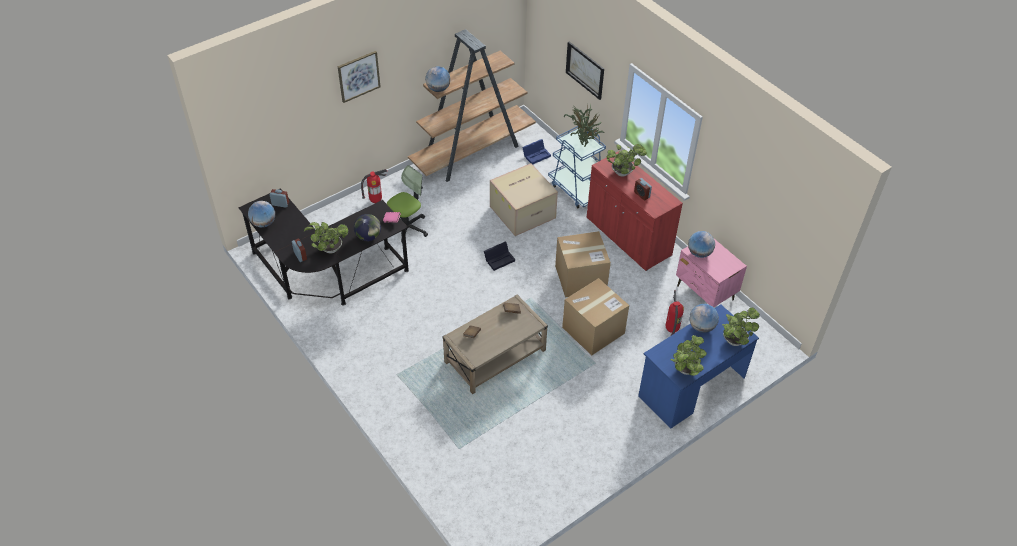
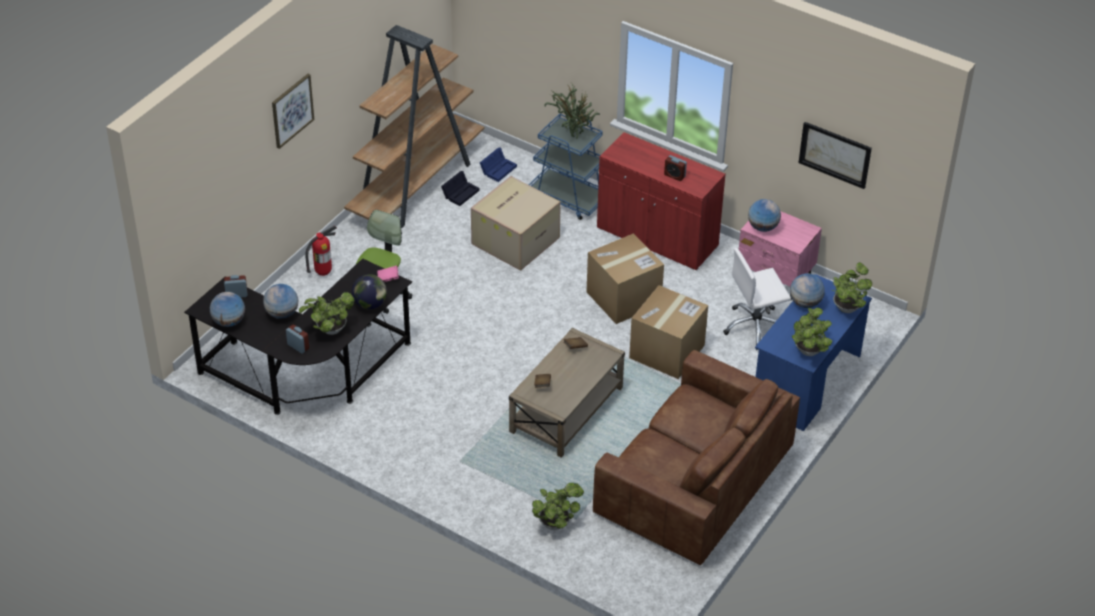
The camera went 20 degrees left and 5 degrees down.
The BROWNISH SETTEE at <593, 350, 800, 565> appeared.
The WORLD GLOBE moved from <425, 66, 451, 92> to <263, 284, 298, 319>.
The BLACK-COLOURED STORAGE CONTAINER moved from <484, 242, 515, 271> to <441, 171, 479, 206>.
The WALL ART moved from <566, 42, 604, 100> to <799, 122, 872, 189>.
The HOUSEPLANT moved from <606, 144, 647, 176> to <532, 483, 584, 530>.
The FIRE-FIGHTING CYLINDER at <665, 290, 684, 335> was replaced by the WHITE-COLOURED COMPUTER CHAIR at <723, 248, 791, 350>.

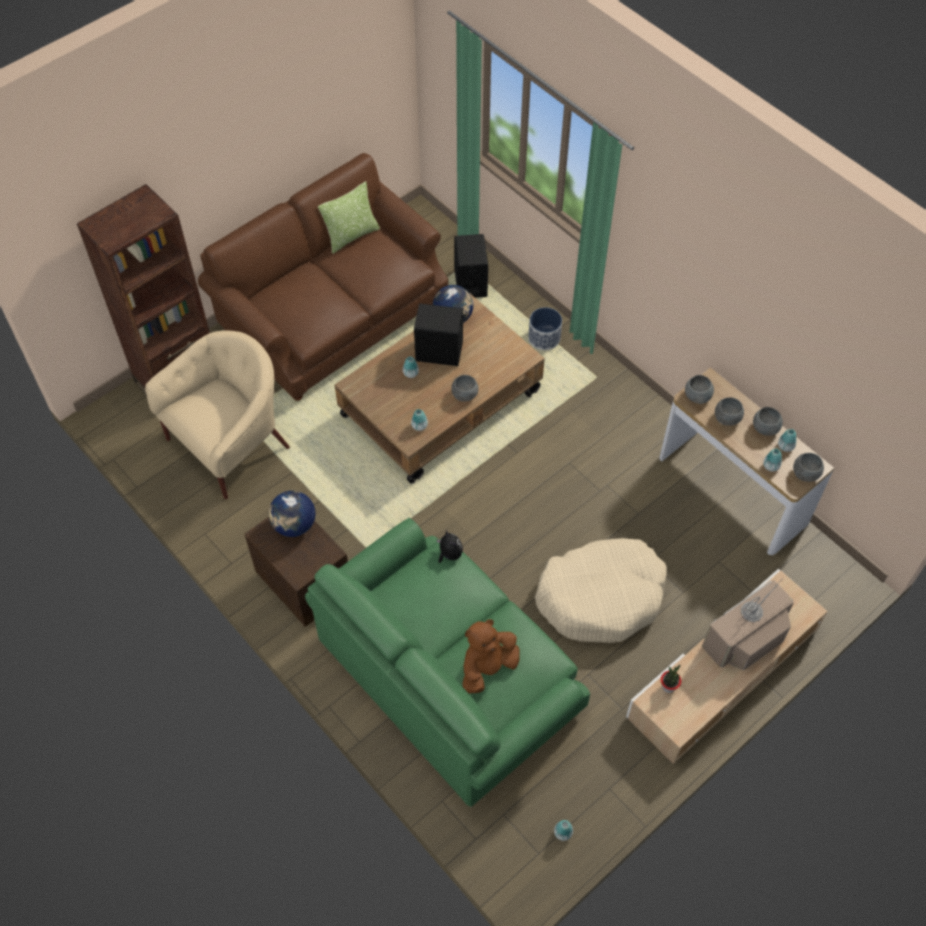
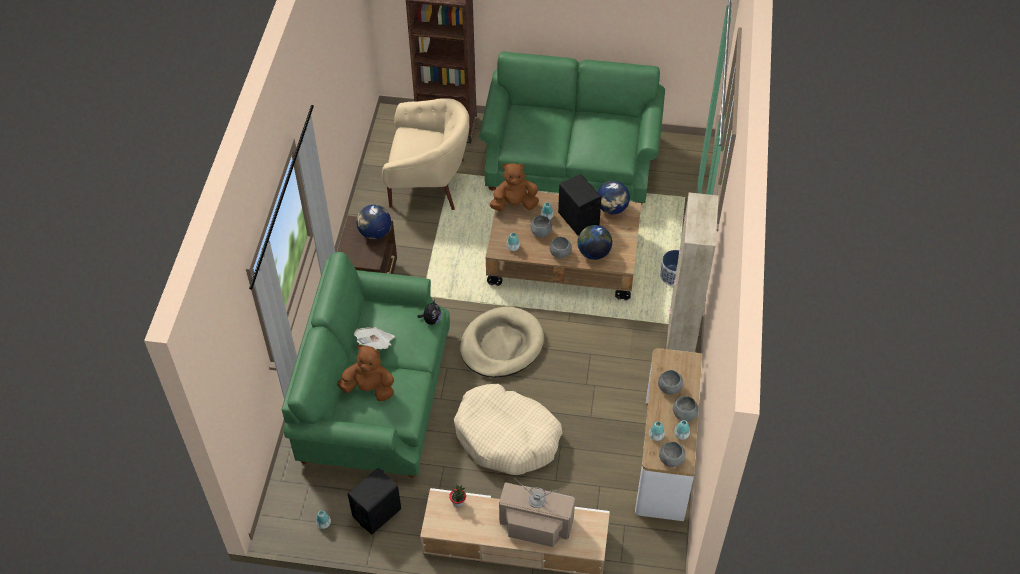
The camera went 50 degrees right and 5 degrees down.
The PILLOW at <318, 181, 380, 254> disappeared.
The DAILY PAPER at <354, 327, 395, 349> appeared.
The BEIGE DOG CUSHION at <460, 306, 544, 378> appeared.
The BROWNISH SOFT TOY at <490, 163, 539, 211> appeared.
The WORLD GLOBE at <578, 225, 612, 260> appeared.
The BEIGE CUPBOARD at <666, 192, 719, 352> appeared.
The BLACK-COLOURED AUDIO SPEAKER moved from <454, 234, 488, 298> to <347, 468, 401, 535>.
The GREY BOWL moved from <685, 375, 714, 404> to <530, 215, 552, 238>.
The BROWNISH SETTEE at <198, 153, 448, 401> became the GREEN SETTEE at <480, 51, 665, 205>.

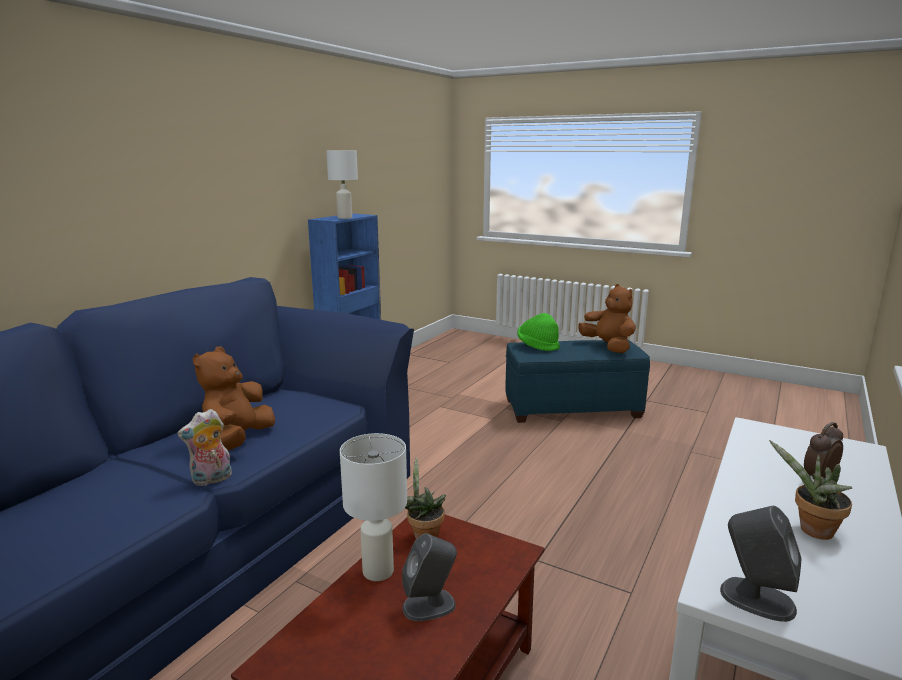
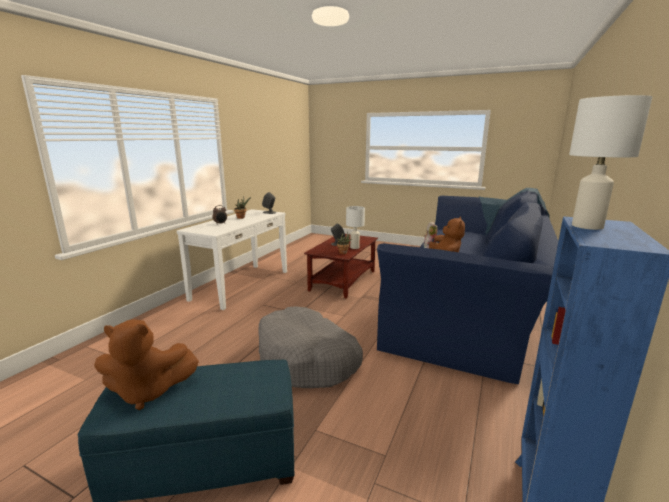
The camera went 175 degrees right and 0 degrees up.
The GREEN HAT at <517, 313, 560, 351> disappeared.
The GREY DOG CUSHION at <259, 306, 363, 388> appeared.
The BROWNISH SOFT TOY at <578, 284, 636, 353> turned 60 degrees counterclockwise.

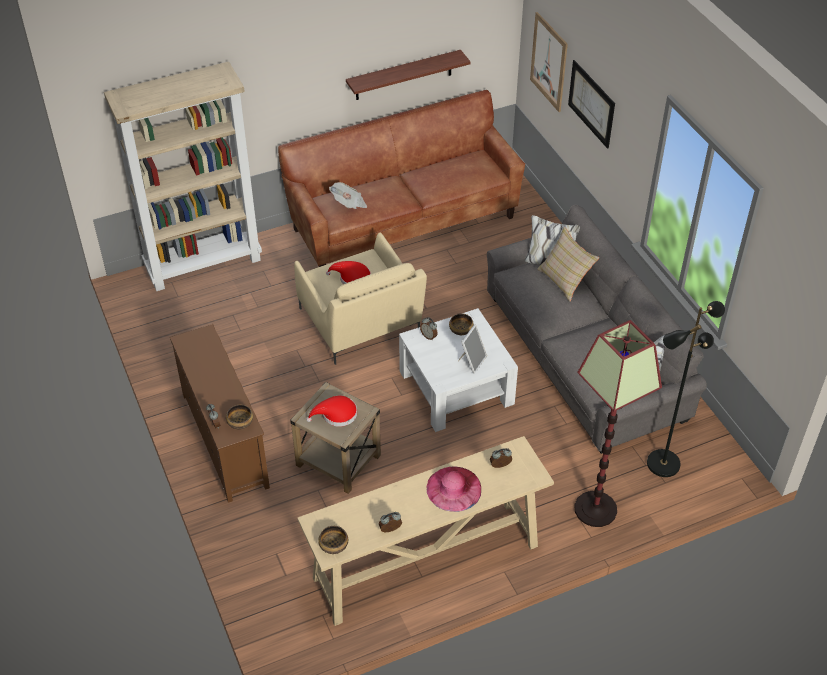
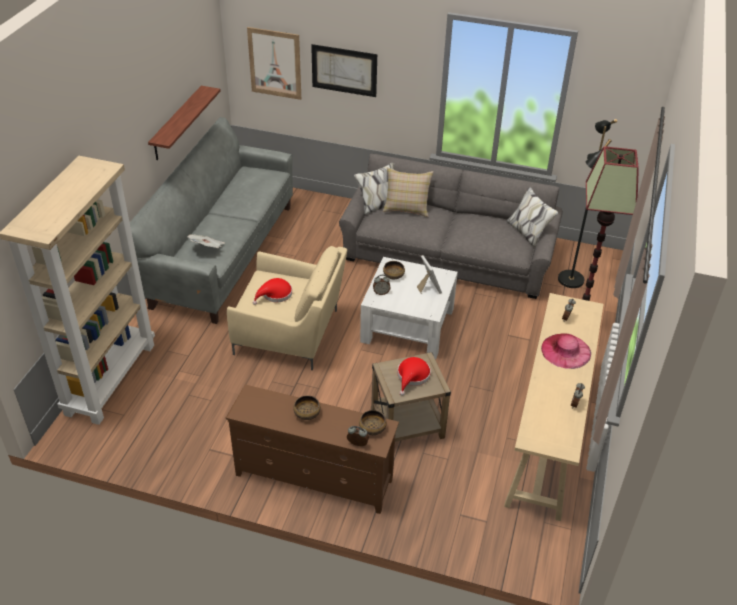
The camera went 50 degrees left and 5 degrees down.
The BOWL moved from <318, 526, 348, 554> to <293, 395, 321, 420>.
The BROWNISH SETTEE at <278, 90, 525, 267> became the GREY SETTEE at <130, 117, 293, 324>.

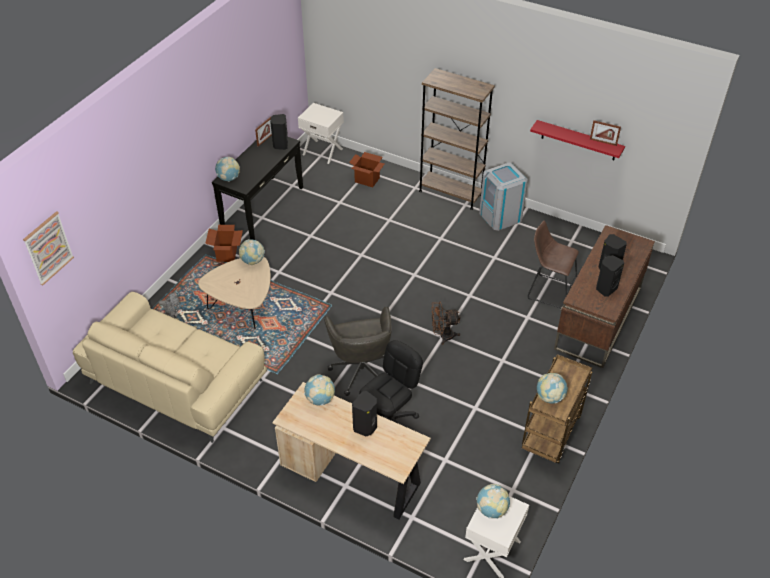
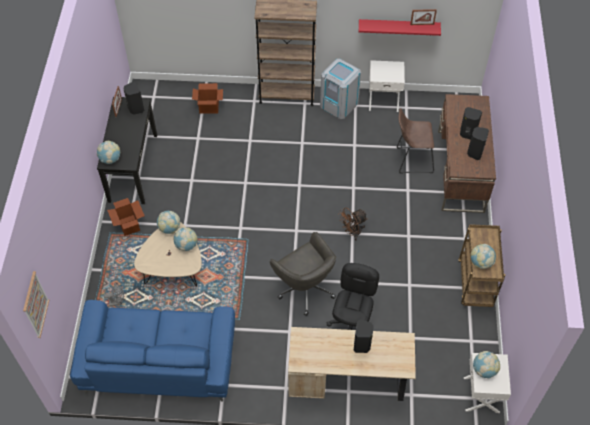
The camera went 25 degrees left and 10 degrees up.
The WHITE-COLOURED NIGHTSTAND moved from <298, 103, 344, 164> to <369, 60, 405, 112>.
The WORLD GLOBE moved from <304, 374, 335, 406> to <174, 228, 198, 251>.
The BEIGE SETTEE at <73, 292, 267, 443> became the BLUISH SETTEE at <70, 300, 235, 402>.

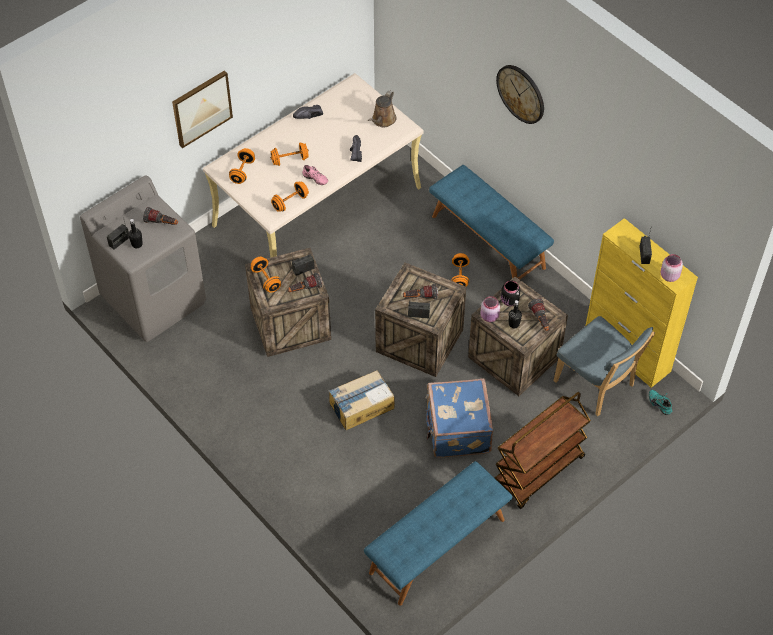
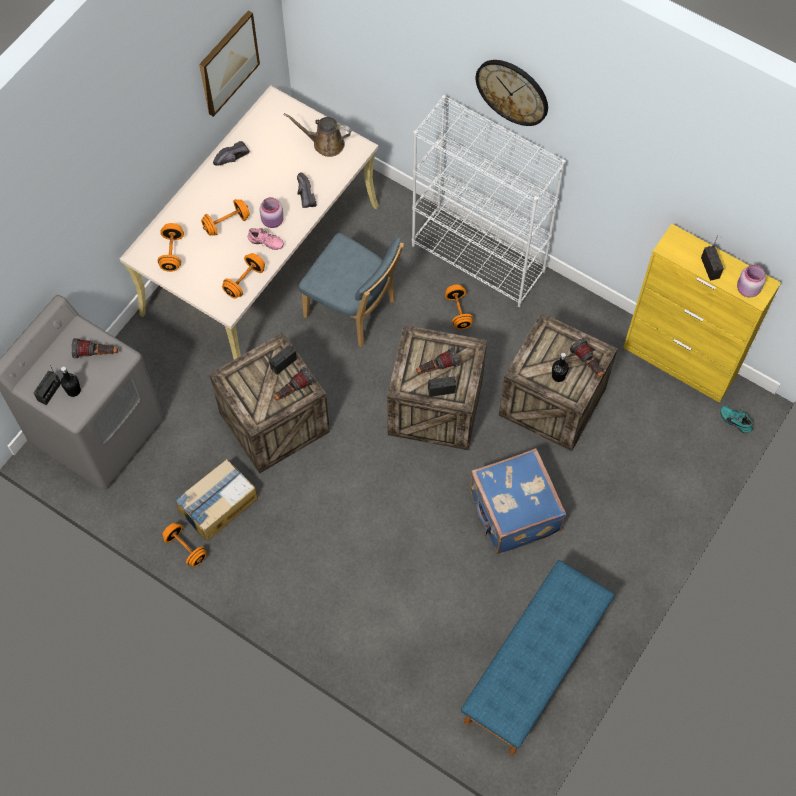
The camera went 15 degrees left and 10 degrees up.
The BROWNISH WHEELED CART at <495, 392, 591, 509> disappeared.
The BLACK-COLOURED JAR at <501, 281, 520, 306> disappeared.
The WALL ART moved from <172, 70, 233, 148> to <199, 10, 260, 117>.
The ORANGE-COLOURED HAND WEIGHT moved from <251, 257, 281, 293> to <162, 523, 207, 567>.
The CARTON moved from <329, 370, 395, 430> to <175, 459, 258, 541>.
The PINKISH JAR moved from <481, 296, 500, 322> to <260, 197, 284, 228>.
The BLUISH UPRIGHT CHAIR moved from <554, 316, 655, 416> to <299, 233, 404, 347>.
The BLUISH INDOOR BENCH at <429, 165, 554, 280> was replaced by the WHITE-COLOURED SHELVING UNIT at <412, 95, 565, 307>.
The BROWNISH WATERING POT at <368, 90, 397, 127> turned 90 degrees clockwise.

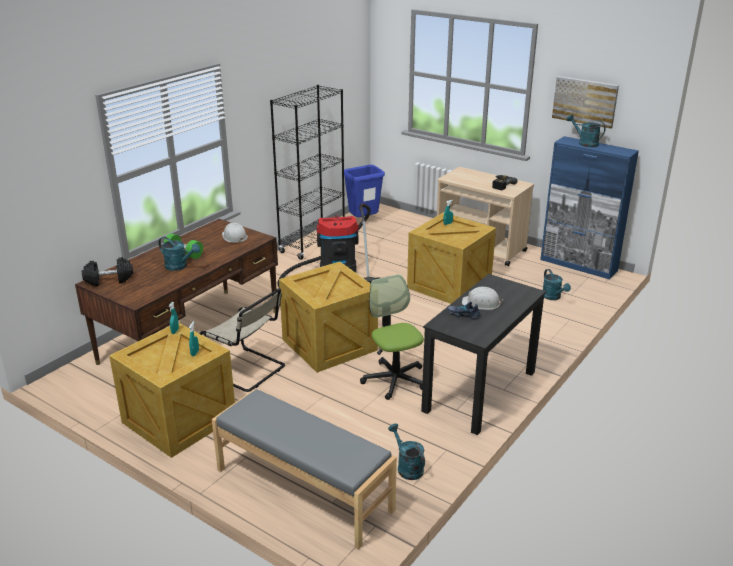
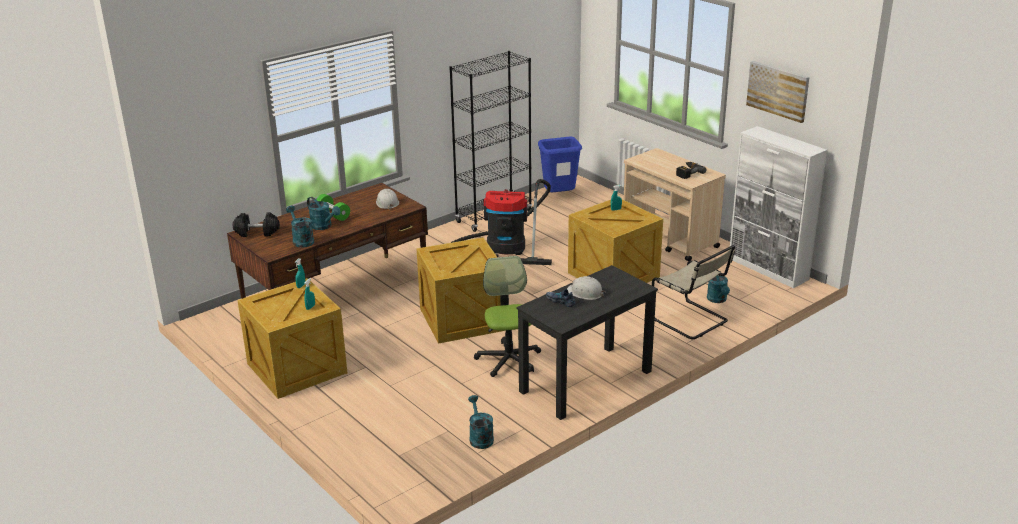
The camera went 15 degrees right and 0 degrees up.
The GREY INDOOR BENCH at <212, 389, 397, 549> disappeared.
The BEIGE UPRIGHT CHAIR moved from <200, 288, 285, 392> to <652, 245, 735, 339>.
The BLUE-GREEN WATERING POT moved from <567, 114, 606, 147> to <286, 206, 314, 248>.
The BLUISH CUPBOARD at <540, 136, 639, 279> became the WHITE-COLOURED CUPBOARD at <730, 126, 827, 288>.

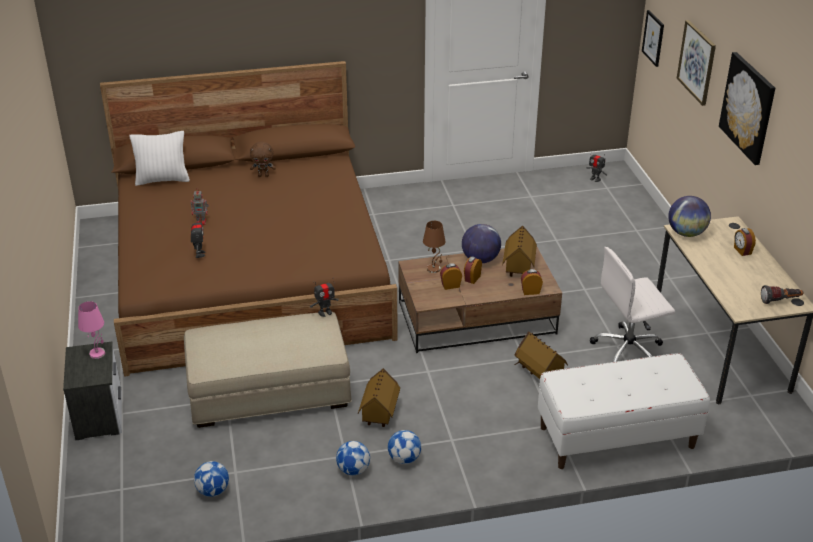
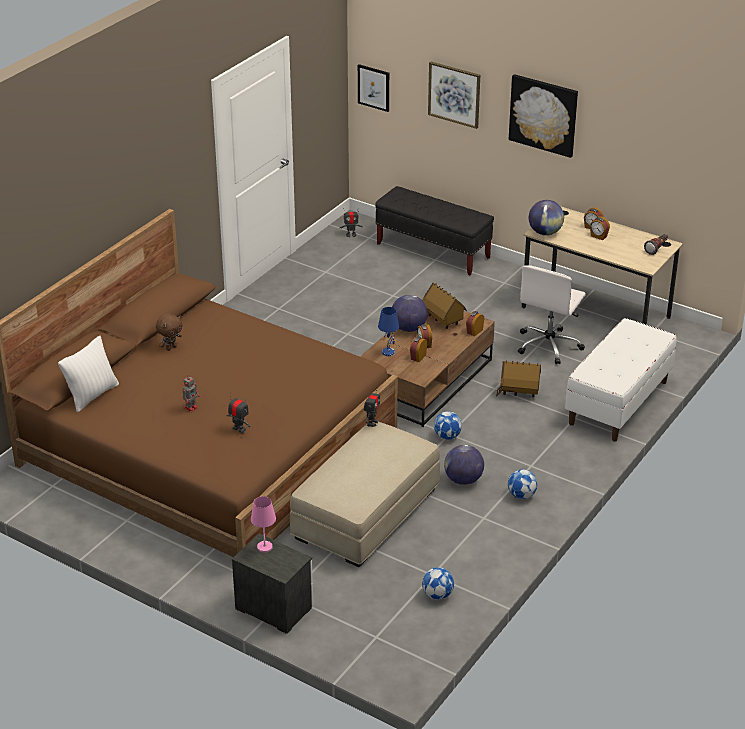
The camera went 45 degrees left and 0 degrees up.
The BLACK-COLOURED INDOOR BENCH at <375, 186, 494, 275> appeared.
The BEDSIDE CLOCK at <590, 217, 610, 240> appeared.
The BALL FOR FOOTBALL moved from <336, 441, 370, 475> to <434, 411, 462, 440>.
The MINIATURE HOUSE at <358, 368, 400, 427> was replaced by the WORLD GLOBE at <444, 445, 484, 485>.
The BROWNISH TABLE LAMP at <423, 221, 446, 273> became the BLUISH TABLE LAMP at <378, 307, 399, 356>.

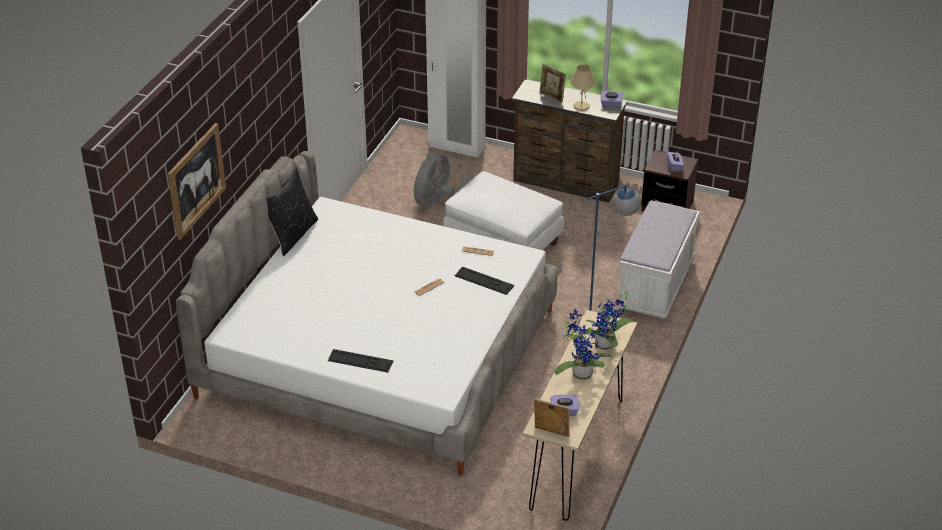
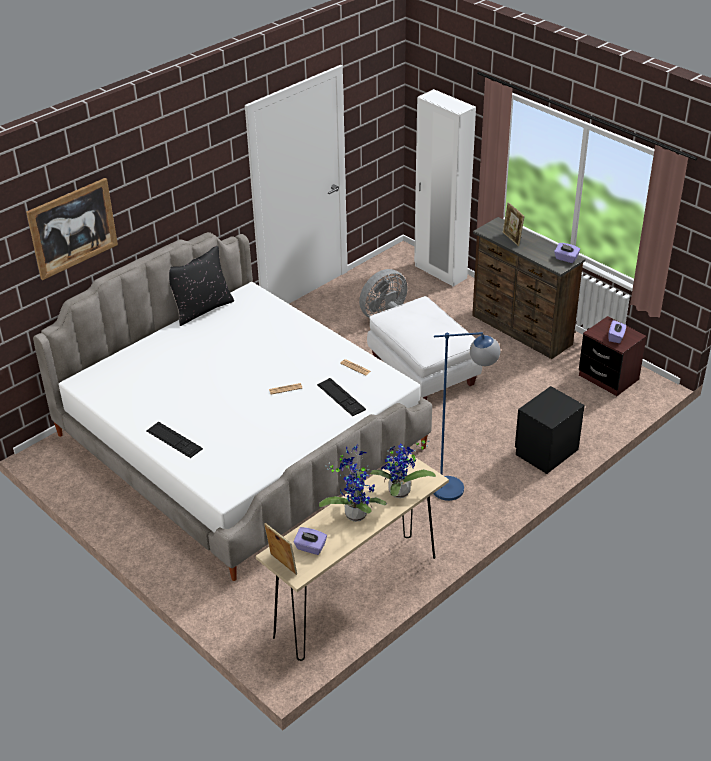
The camera went 25 degrees right and 0 degrees up.
The BEIGE TABLE LAMP at <570, 64, 595, 111> disappeared.
The WHITE-COLOURED INDOOR BENCH at <618, 200, 700, 319> was replaced by the BLACK-COLOURED NIGHTSTAND at <515, 386, 585, 474>.

